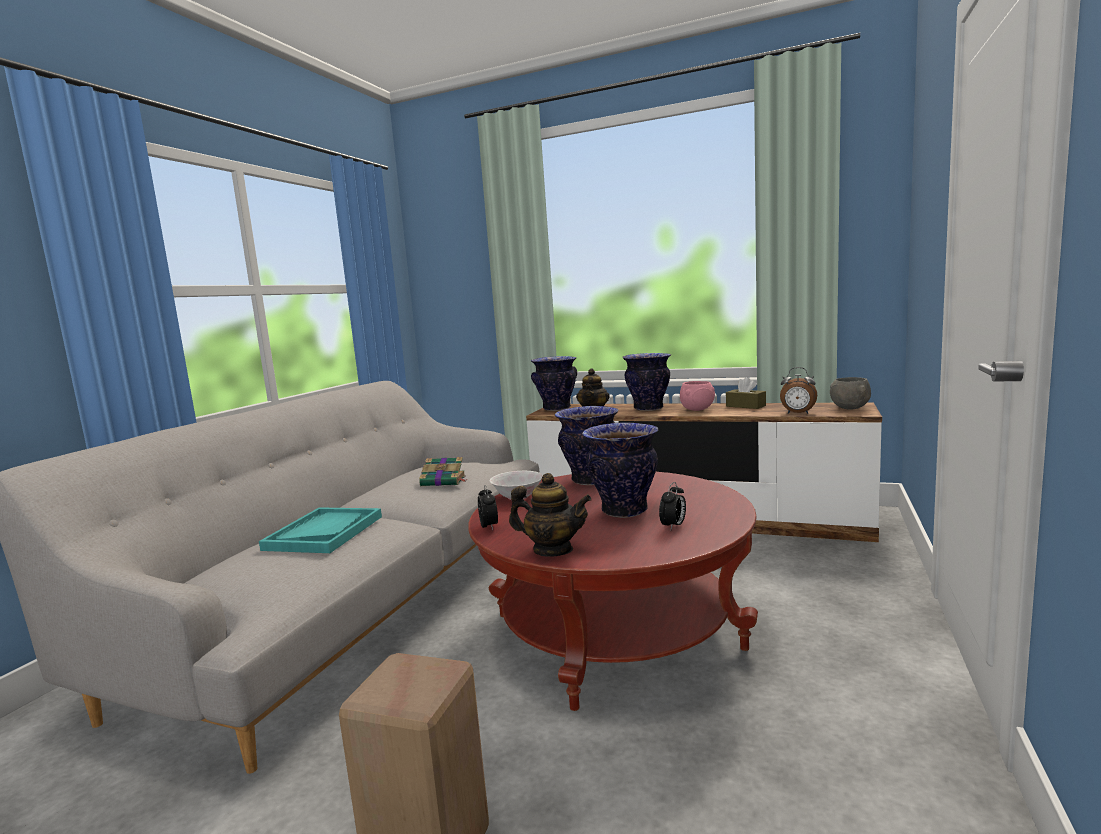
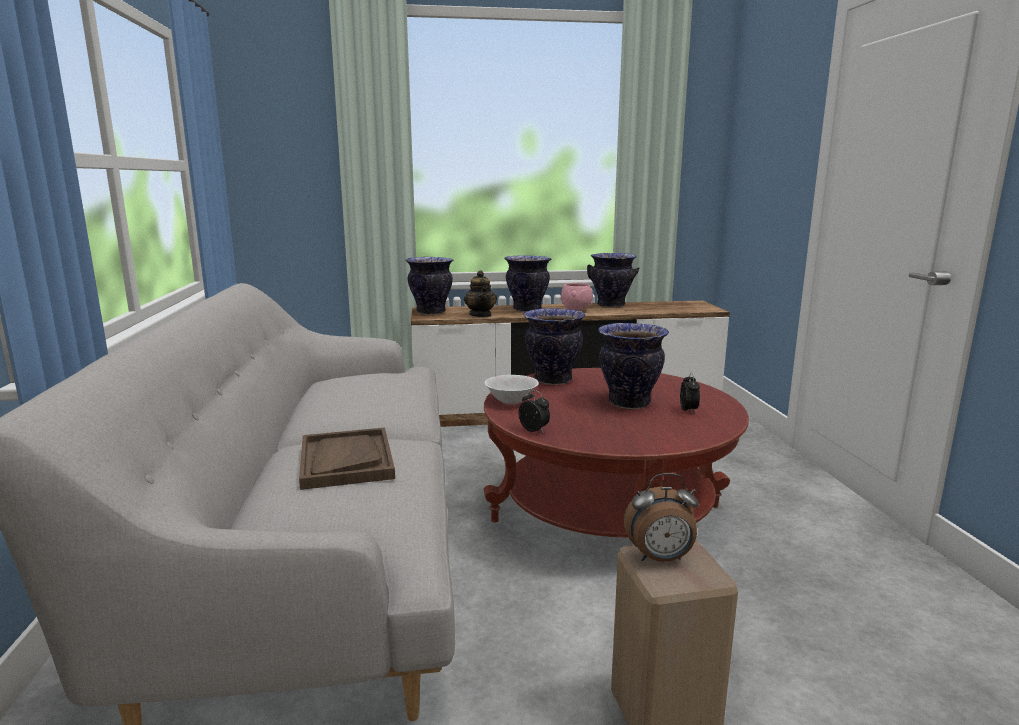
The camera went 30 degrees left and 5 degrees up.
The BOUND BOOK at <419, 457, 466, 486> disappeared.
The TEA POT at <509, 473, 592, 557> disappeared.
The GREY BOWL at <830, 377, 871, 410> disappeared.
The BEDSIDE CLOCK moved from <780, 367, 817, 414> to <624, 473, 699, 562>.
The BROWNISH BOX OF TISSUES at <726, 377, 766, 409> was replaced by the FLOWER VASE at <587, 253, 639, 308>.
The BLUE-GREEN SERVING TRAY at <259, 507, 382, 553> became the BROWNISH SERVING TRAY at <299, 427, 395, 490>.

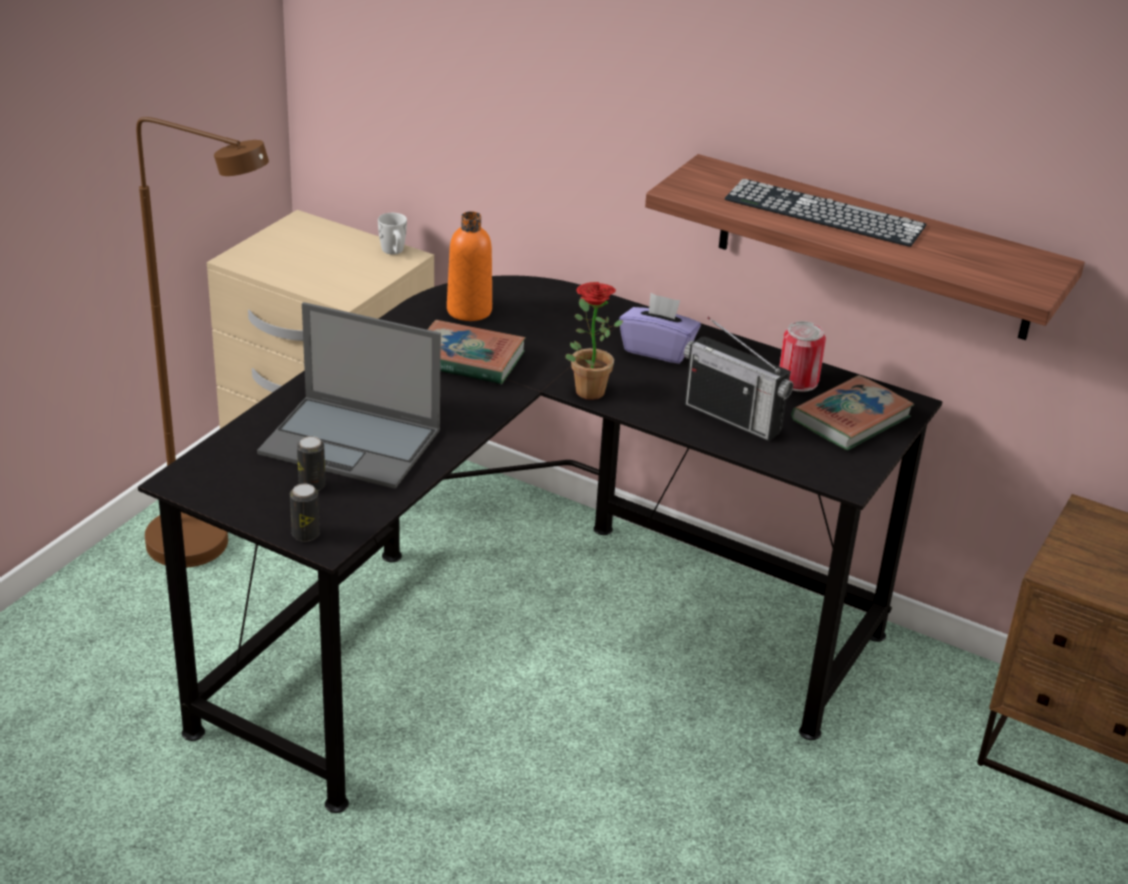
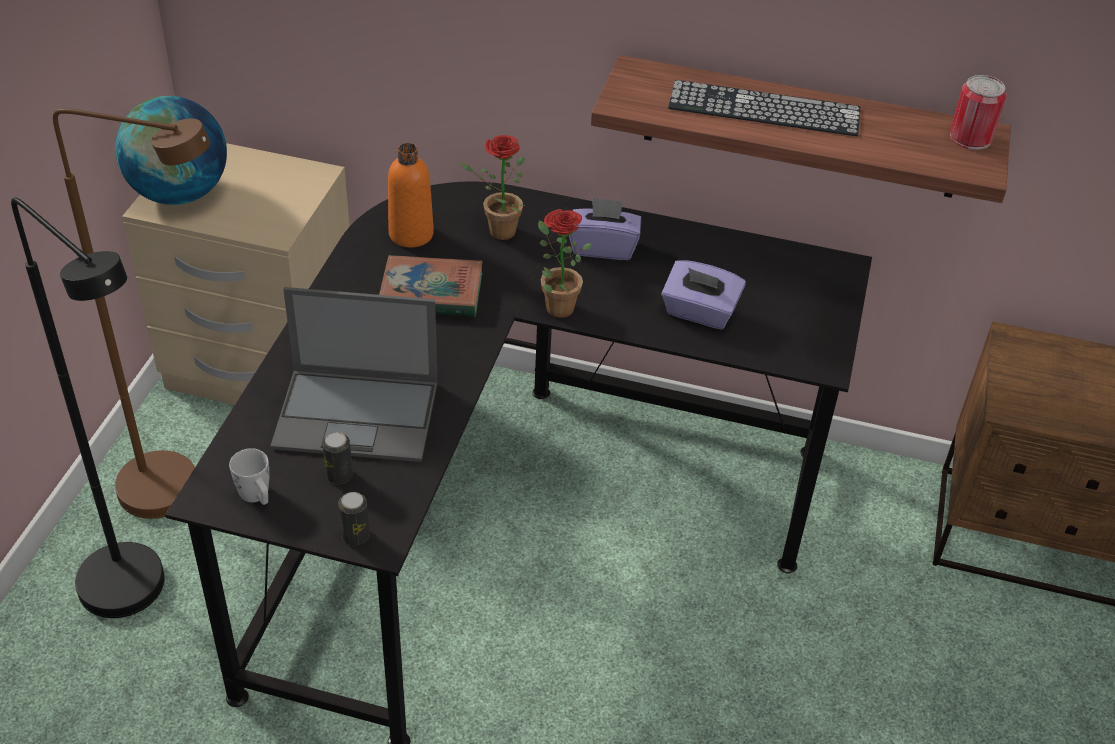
The camera went 15 degrees left and 10 degrees up.
The BOUND BOOK at <791, 375, 914, 450> disappeared.
The BLACK-COLOURED STANDARD LAMP at <11, 198, 165, 618> appeared.
The WORLD GLOBE at <115, 96, 227, 205> appeared.
The HOUSEPLANT at <460, 135, 525, 240> appeared.
The WHITE-COLOURED MUG moved from <378, 213, 407, 255> to <229, 448, 269, 505>.
The CAN moved from <779, 321, 826, 392> to <950, 75, 1007, 150>.
The RADIO SET at <684, 316, 793, 441> was replaced by the PURPLE-COLOURED BOX OF TISSUES at <661, 260, 746, 329>.

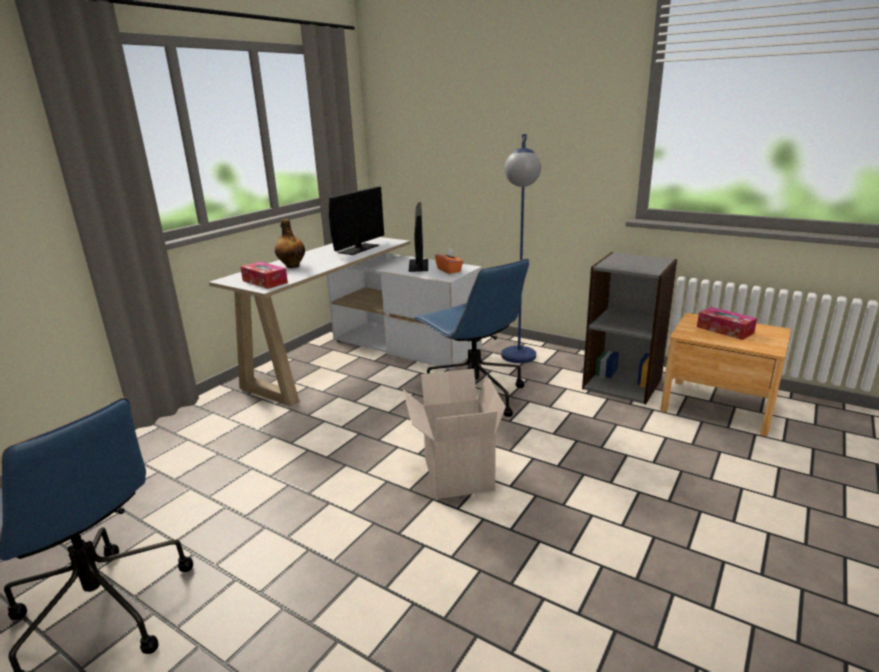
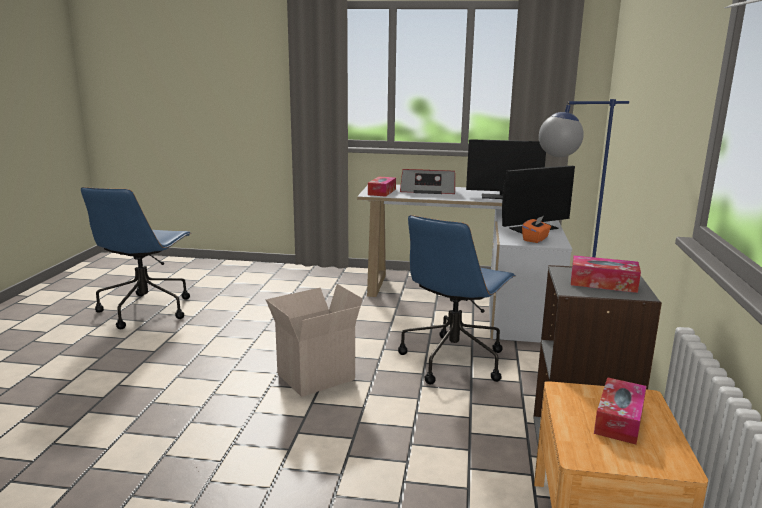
The camera went 65 degrees right and 5 degrees down.
The BOX OF TISSUES at <571, 255, 641, 293> appeared.
The BOTTLE at <275, 219, 305, 268> was replaced by the RADIO SET at <400, 169, 455, 194>.

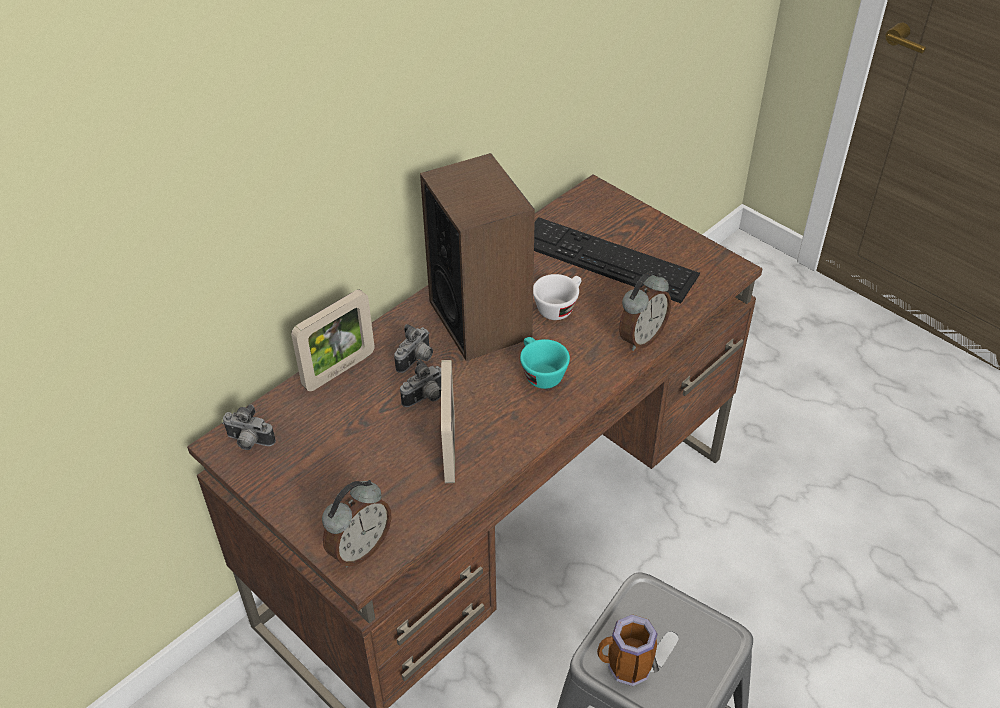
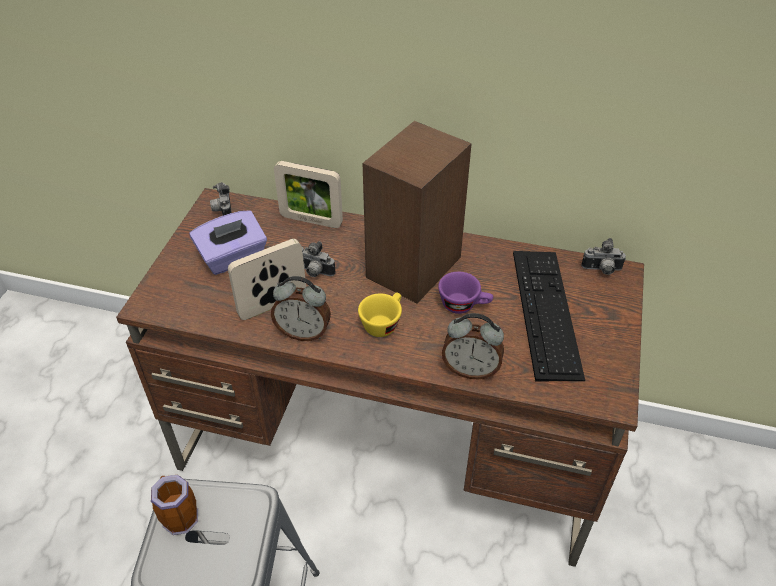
The camera went 60 degrees right and 0 degrees up.
The PURPLE-COLOURED BOX OF TISSUES at <189, 210, 267, 275> appeared.
The BEDSIDE CLOCK moved from <322, 480, 392, 567> to <271, 276, 331, 341>.
The STILL CAMERA moved from <394, 324, 433, 373> to <581, 238, 626, 275>.
The BLUE-GREEN DRINKING CUP at <520, 337, 570, 389> became the YELLOW DRINKING CUP at <358, 293, 402, 337>.
The WHITE-COLOURED DRINKING CUP at <533, 274, 581, 320> became the PURPLE-COLOURED DRINKING CUP at <438, 272, 493, 314>.

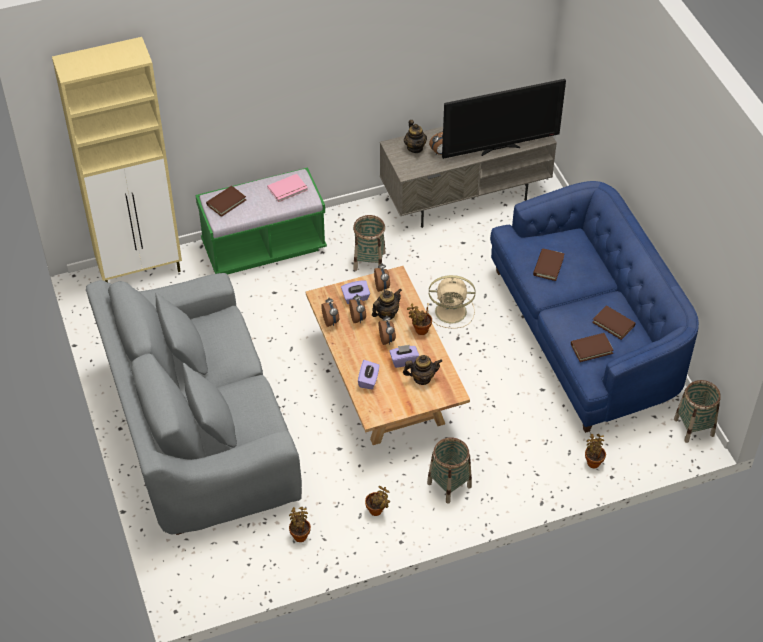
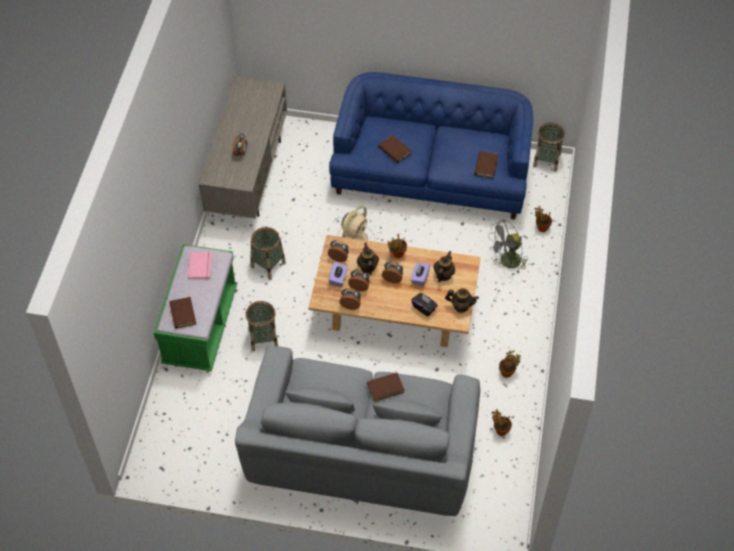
The camera went 60 degrees left and 5 degrees up.
The BEIGE CUPBOARD at <52, 37, 182, 282> disappeared.
The TELEVISION at <442, 79, 566, 159> disappeared.
The GREY COOLING FAN at <488, 220, 528, 274> appeared.
The TEA POT moved from <404, 120, 427, 153> to <445, 288, 479, 313>.
The STORAGE BASKET moved from <427, 438, 472, 504> to <246, 301, 278, 352>.
The BROWNISH BOUND BOOK moved from <592, 306, 636, 340> to <367, 373, 405, 402>.
The PURPLE-COLOURED BOX OF TISSUES at <358, 360, 380, 389> became the BLACK-COLOURED BOX OF TISSUES at <411, 293, 438, 317>.

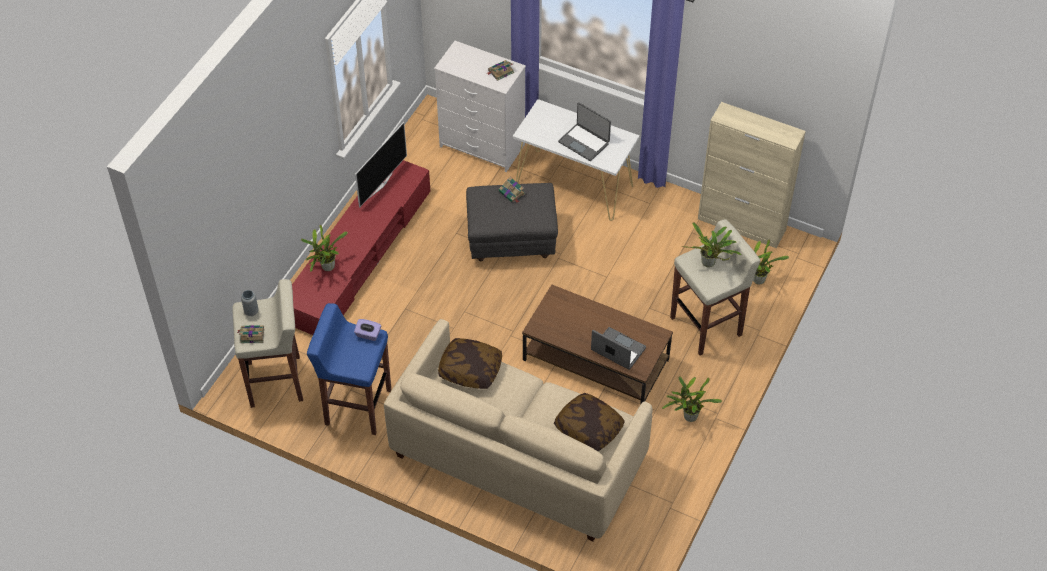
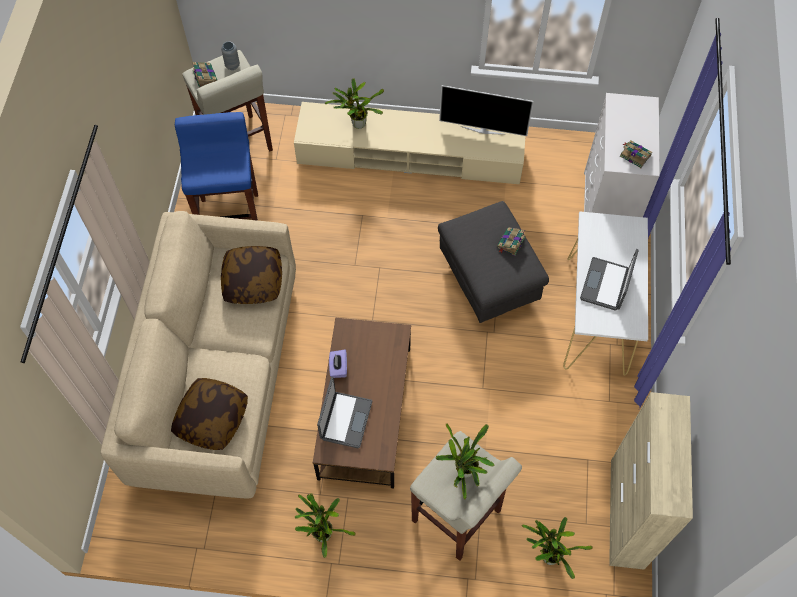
The camera went 70 degrees right and 10 degrees up.
The PURPLE-COLOURED BOX OF TISSUES moved from <354, 319, 381, 341> to <329, 350, 347, 378>.
The RED-COLOURED MEDIA CONSOLE at <292, 160, 430, 335> became the BEIGE MEDIA CONSOLE at <294, 102, 525, 184>.

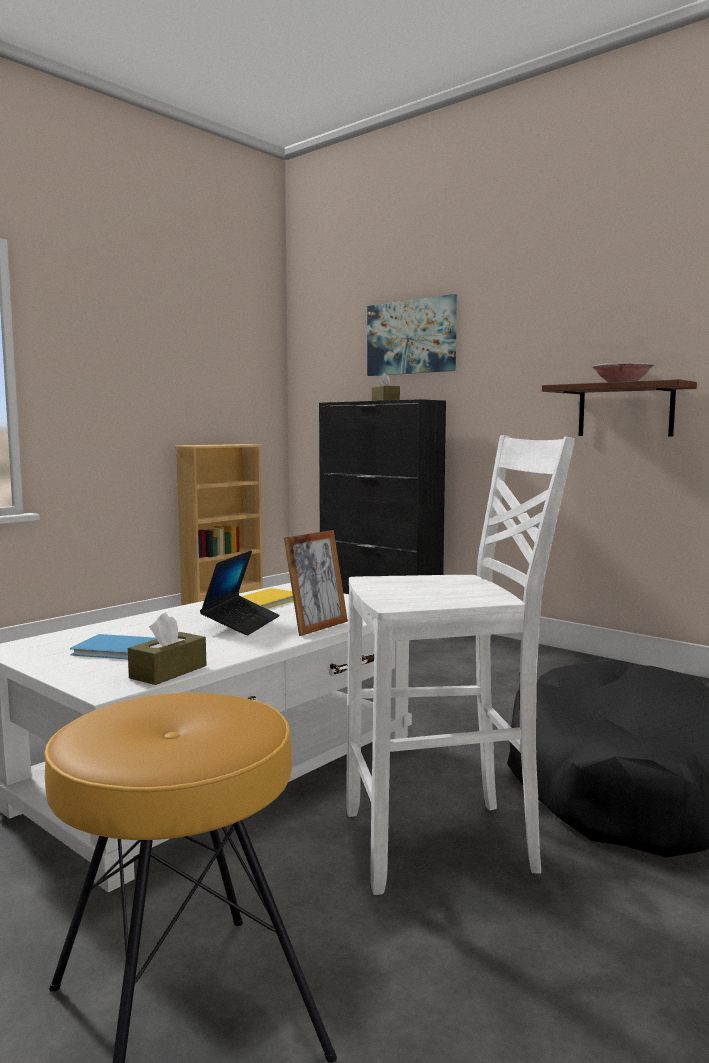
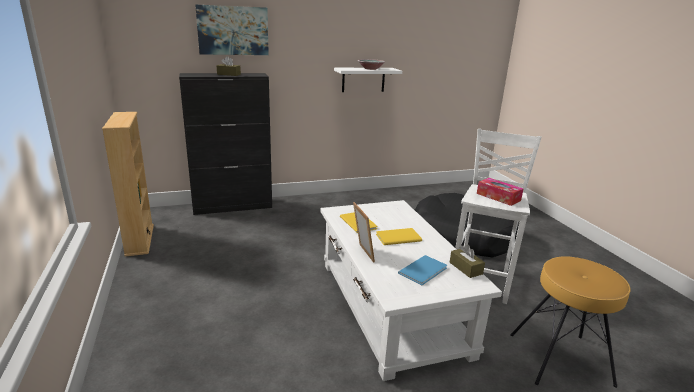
The camera went 60 degrees left and 15 degrees up.
The BOX OF TISSUES at <477, 178, 523, 206> appeared.
The PHOTO FRAME moved from <284, 530, 348, 636> to <353, 202, 375, 263>.
The PORTABLE COMPUTER at <200, 550, 279, 635> was replaced by the YELLOW BOUND BOOK at <376, 228, 422, 245>.
The BROWNISH SHELF at <542, 379, 697, 436> became the WHITE-COLOURED SHELF at <334, 68, 402, 92>.

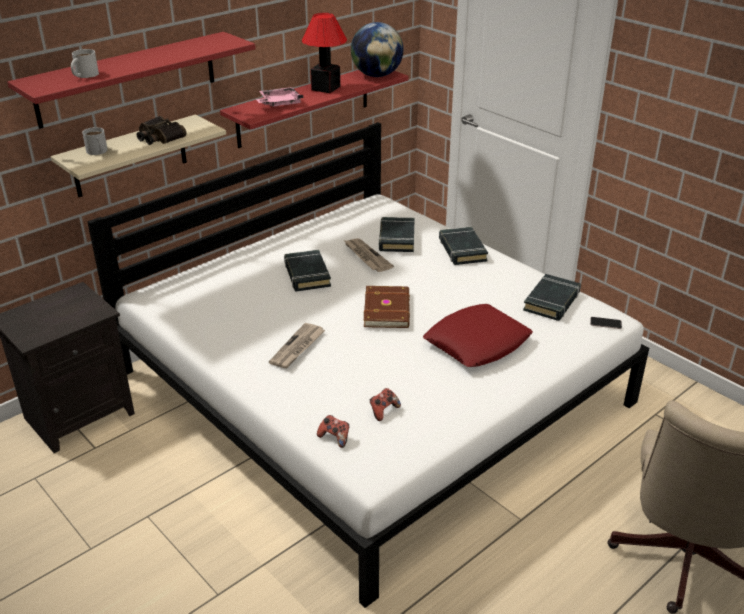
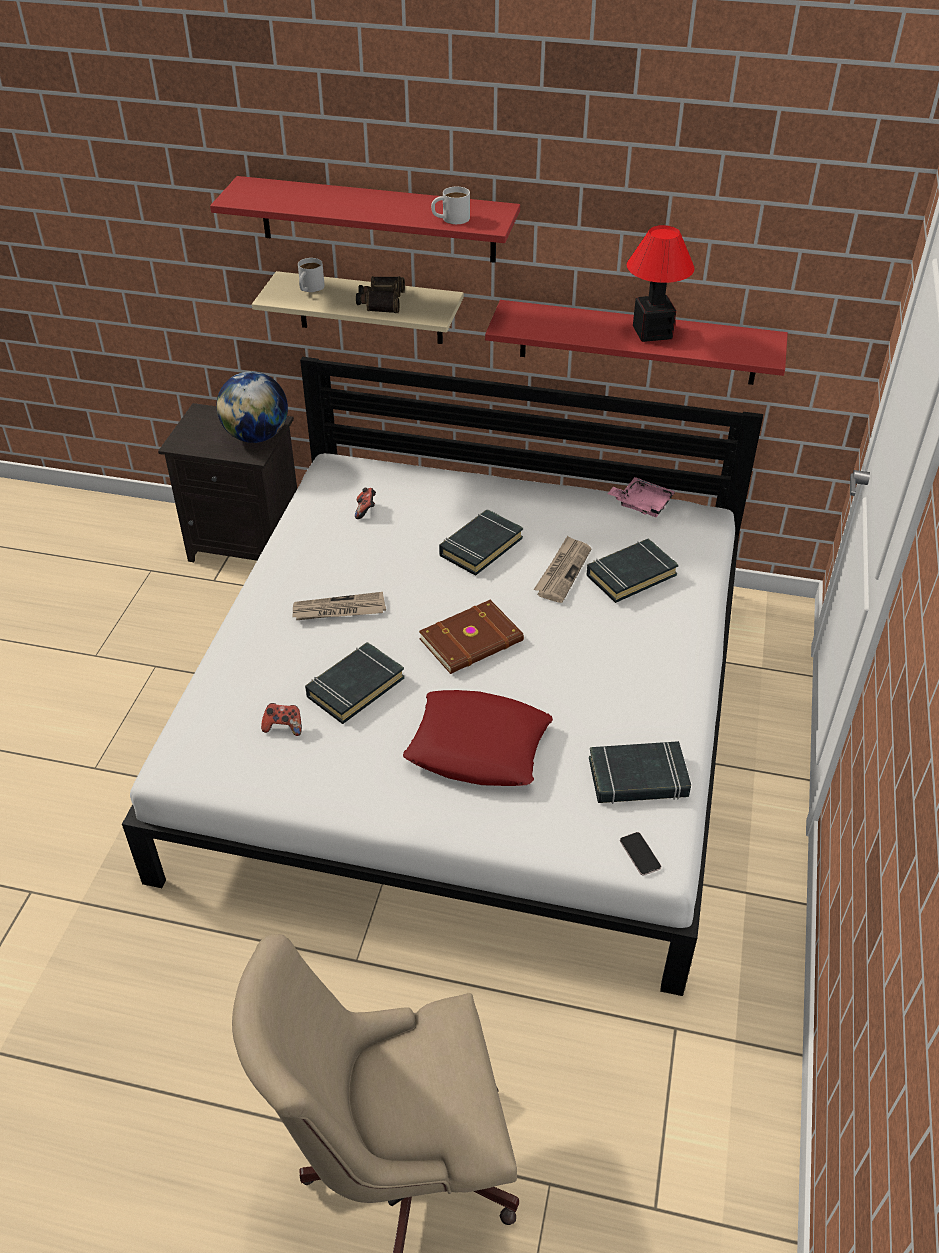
The camera went 55 degrees right and 10 degrees up.
The WHITE-COLOURED MUG moved from <71, 49, 99, 78> to <431, 187, 470, 224>.
The PINKISH SERVING TRAY moved from <256, 87, 303, 107> to <607, 477, 675, 517>.
The JOYPAD moved from <317, 415, 349, 448> to <355, 487, 376, 519>.
The WORLD GLOBE moved from <351, 22, 403, 77> to <216, 371, 288, 443>.
The BLACK-COLOURED BOUND BOOK moved from <439, 227, 488, 265> to <305, 642, 405, 724>.

